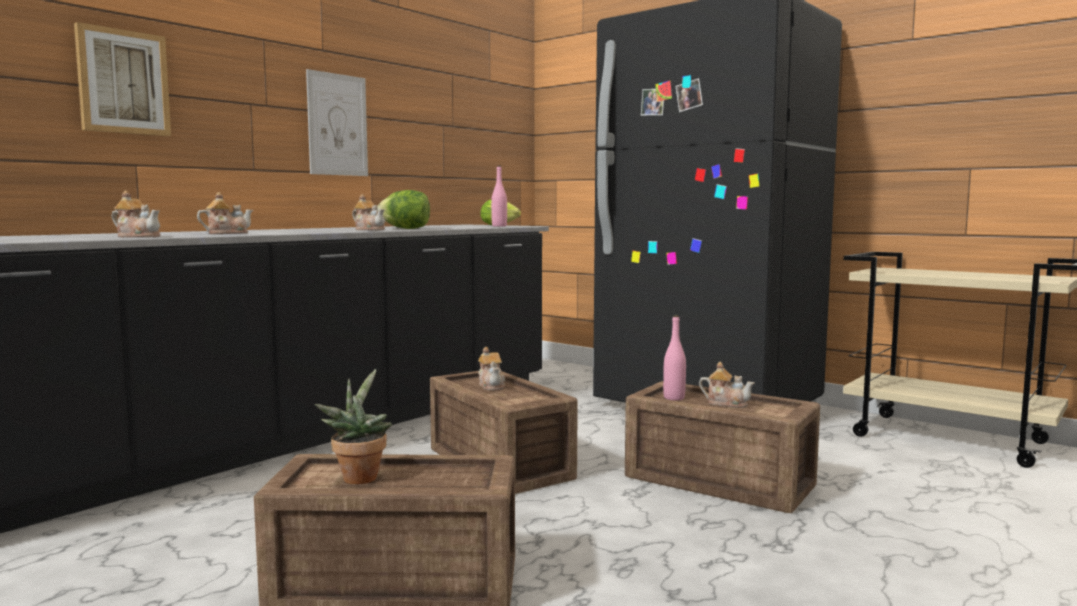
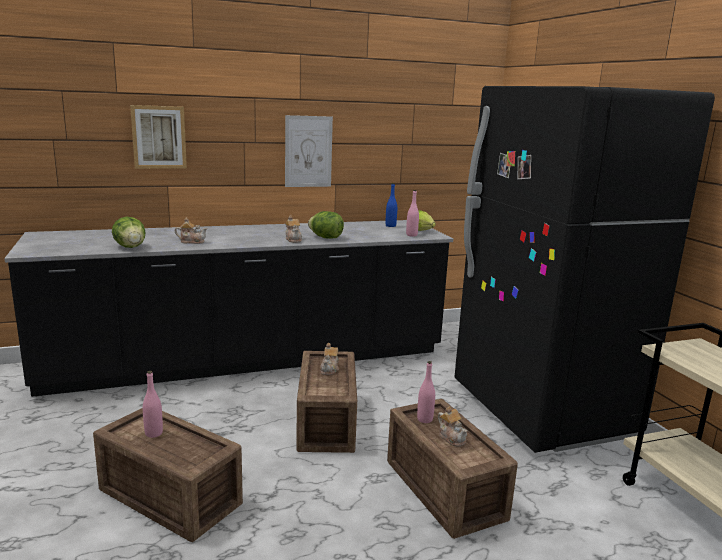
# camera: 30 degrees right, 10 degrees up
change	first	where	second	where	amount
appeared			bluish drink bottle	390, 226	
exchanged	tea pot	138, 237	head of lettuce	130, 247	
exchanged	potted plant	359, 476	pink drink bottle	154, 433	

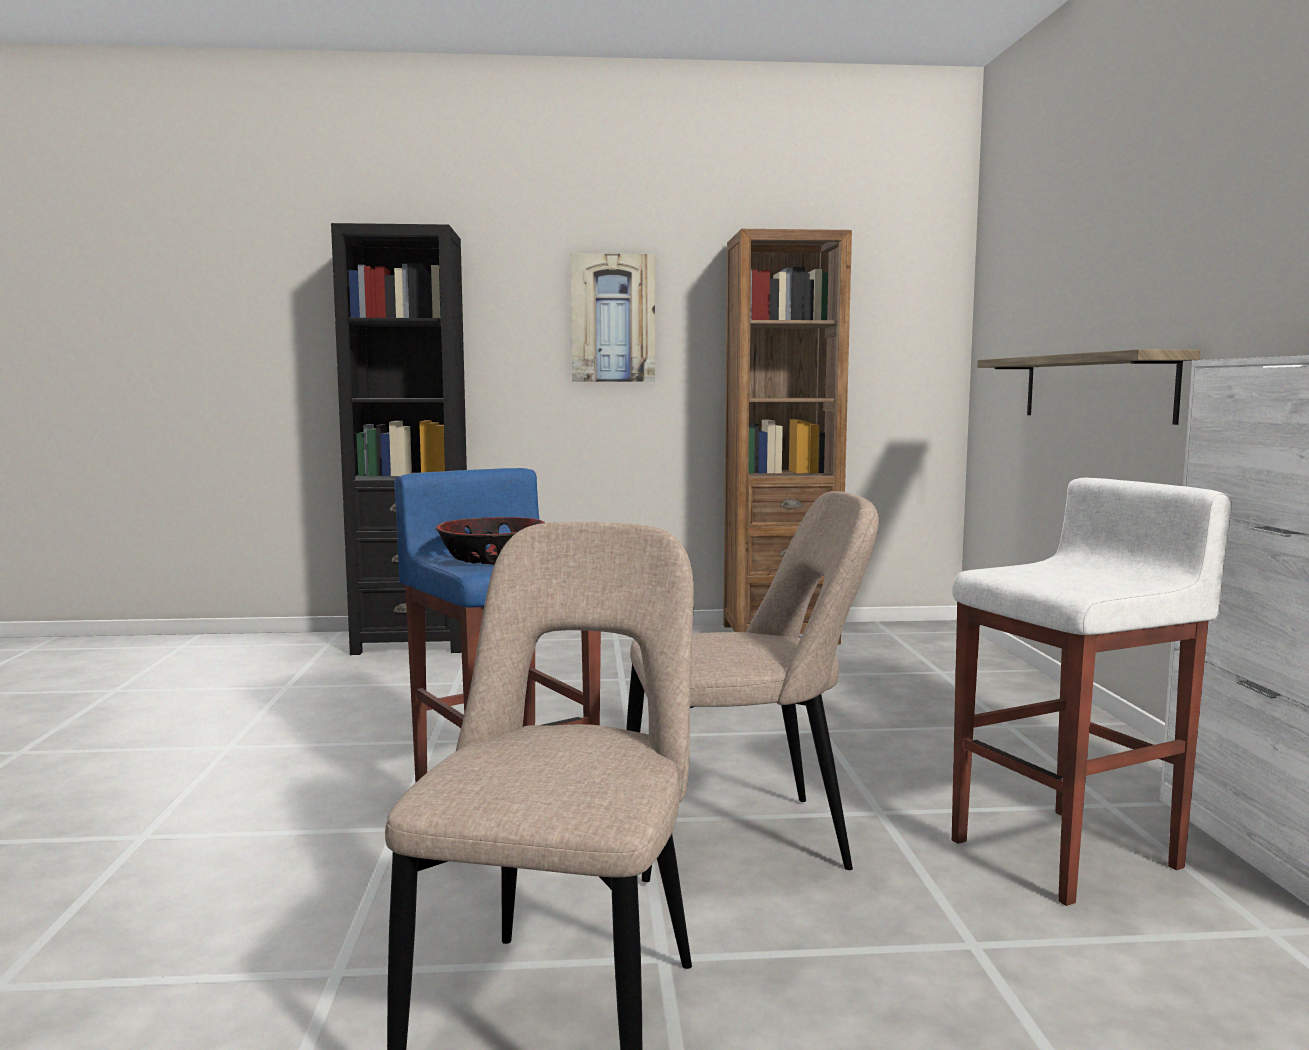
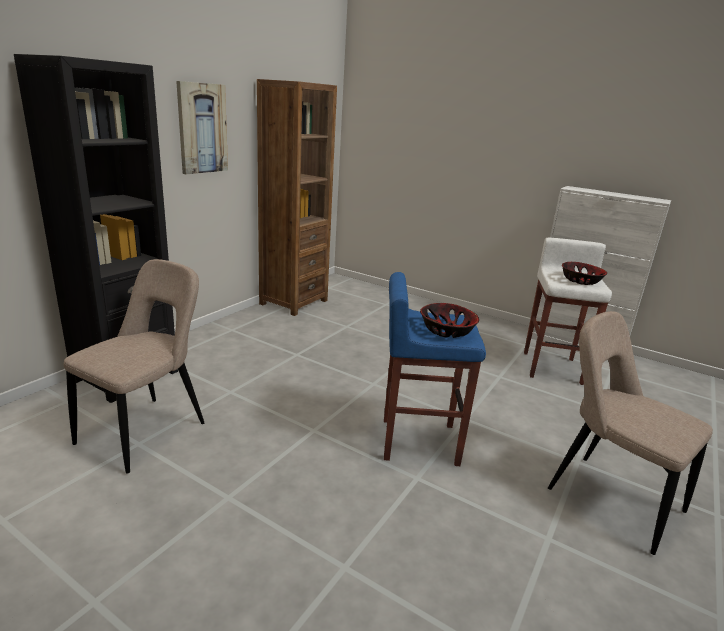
# camera: 55 degrees left, 15 degrees up
change	first	where	second	where	amount
missing	wall shelf	1094, 387			
appeared			deep dish	581, 281	
relocated	beige-coloured upright chair	743, 838		147, 430	

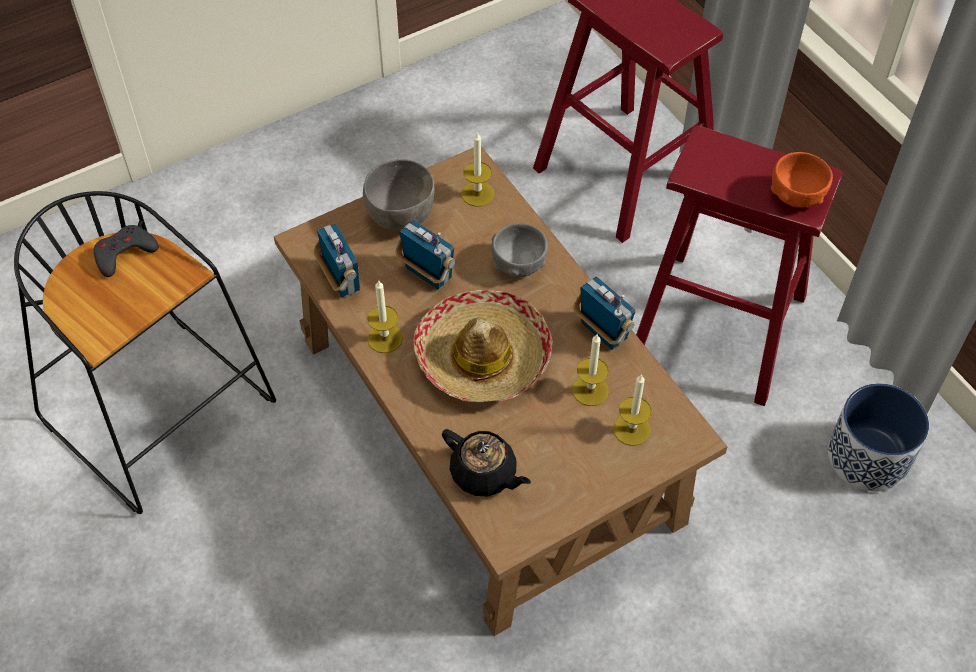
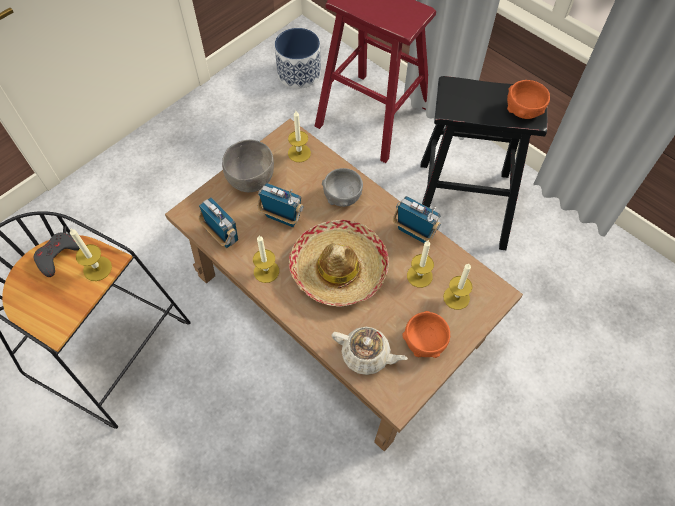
# camera: 15 degrees left, 5 degrees up
change	first	where	second	where	amount
appeared			candle	97, 268	
appeared			orangey deep dish	424, 342	
relocated	planter	868, 456		299, 73	
colour	blackish tea pot	484, 474	beige-coloured tea pot	367, 355	
colour	red stool seat	719, 326	blackish stool seat	461, 204	

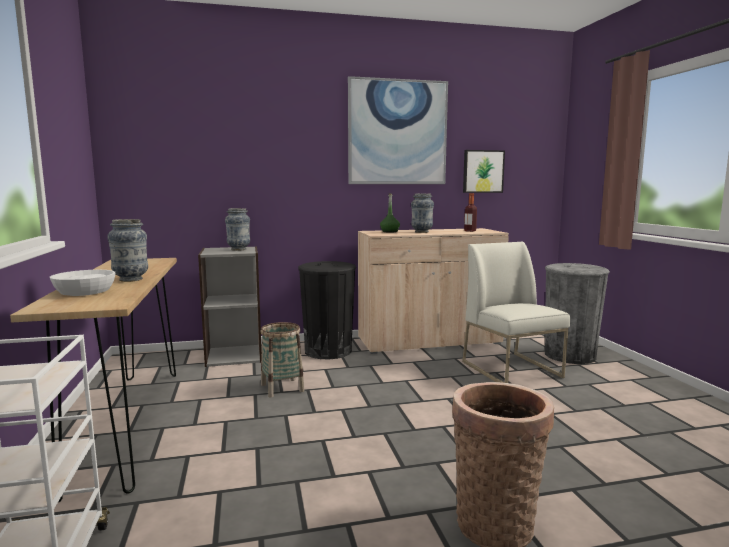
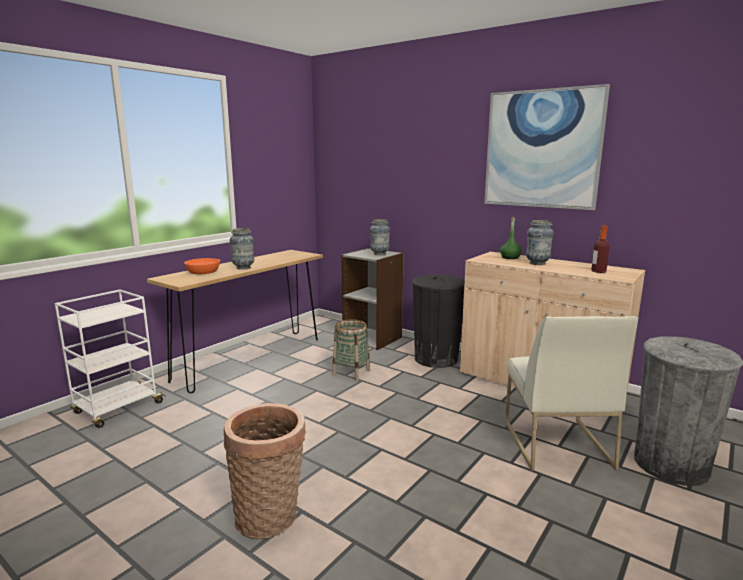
# camera: 50 degrees right, 5 degrees up
change	first	where	second	where	amount
missing	picture	482, 171			
colour	white-coloured deep dish	84, 292	orangey deep dish	202, 272	
spun	white-coloured upright chair	512, 369		555, 443	150 degrees clockwise

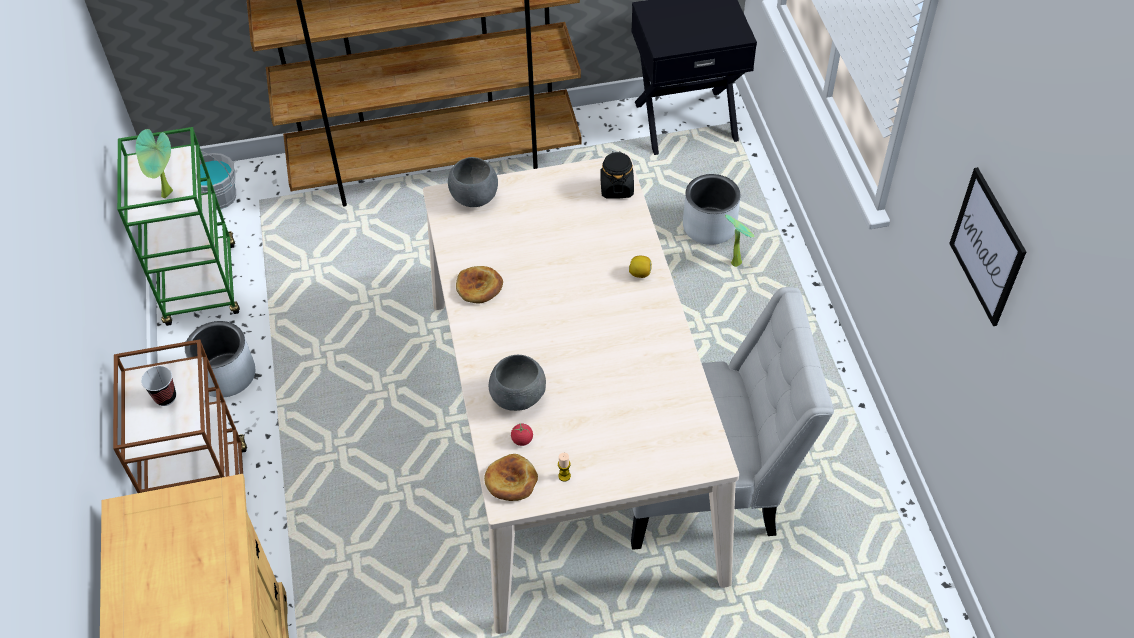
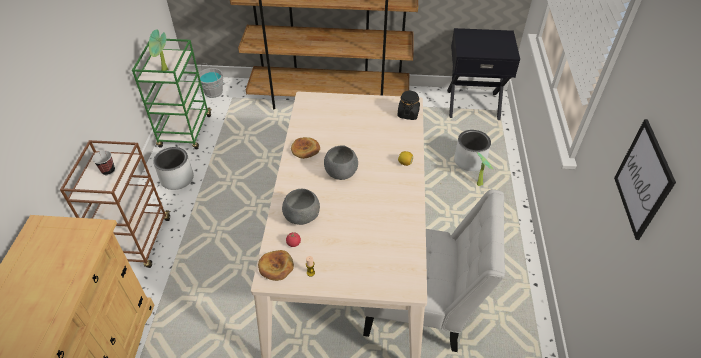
# camera: 15 degrees right, 5 degrees down
change	first	where	second	where	amount
relocated	gray deep dish	475, 197		341, 173	

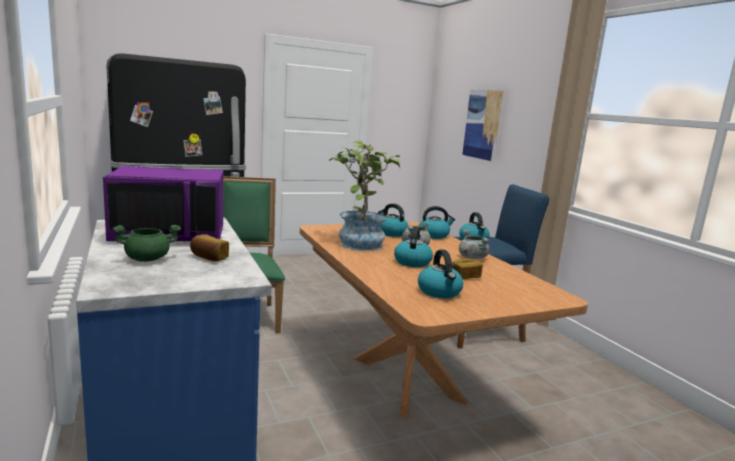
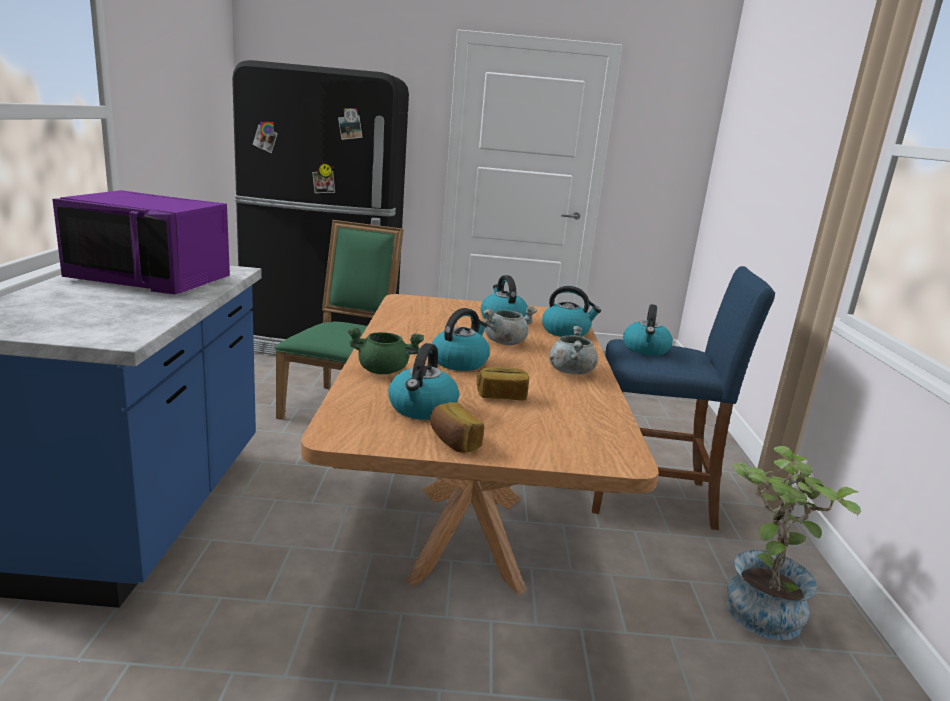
# camera: 25 degrees right, 5 degrees up
change	first	where	second	where	amount
missing	picture	482, 124			
relocated	green cooking pot	148, 259		384, 370	
relocated	bread	208, 257		453, 441	
relocated	potted plant	360, 242		762, 606	

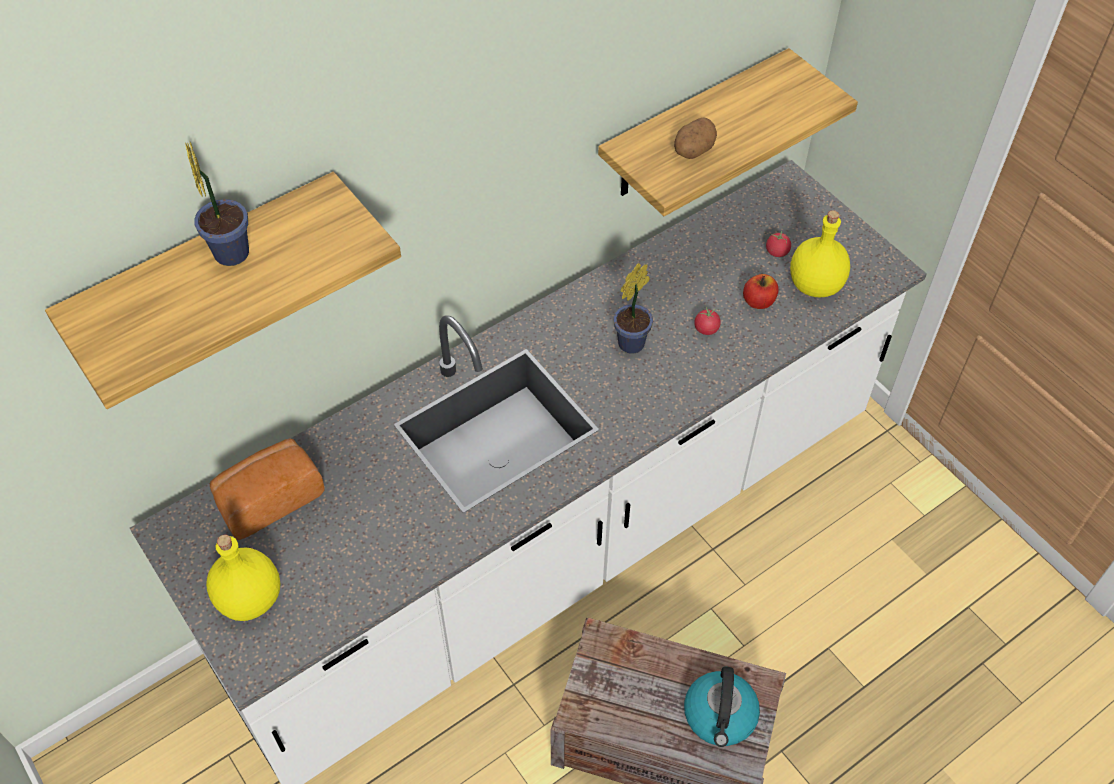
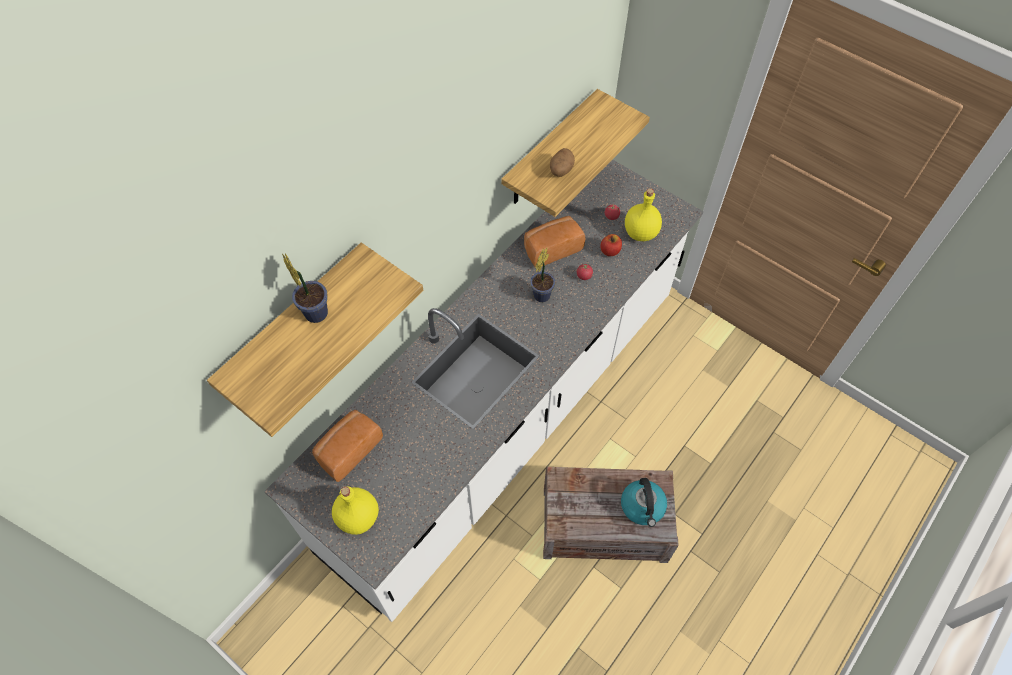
# camera: 15 degrees left, 5 degrees up
change	first	where	second	where	amount
appeared			bread	551, 248	

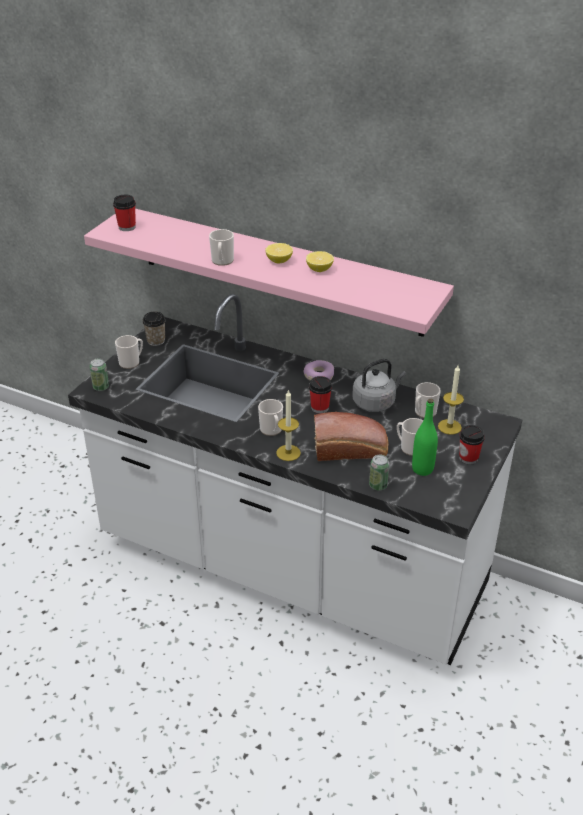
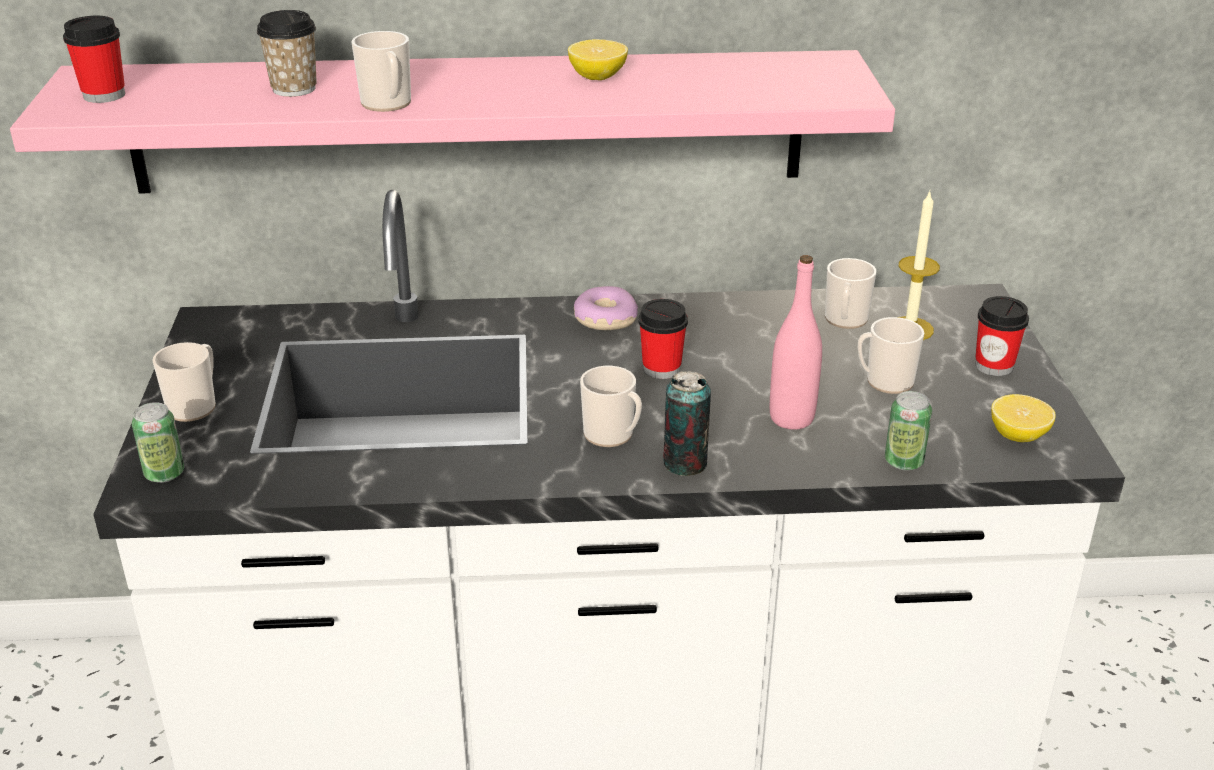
# camera: 30 degrees left, 5 degrees down
change	first	where	second	where	amount
missing	gray tea kettle	375, 402			
missing	green drink bottle	422, 469			
relocated	drinking cup	156, 341		294, 89	
relocated	citrus fruit	279, 261		1018, 435	
exchanged	candle	288, 453	metal can	685, 463	
exchanged	bread	351, 449	pink drink bottle	791, 418	

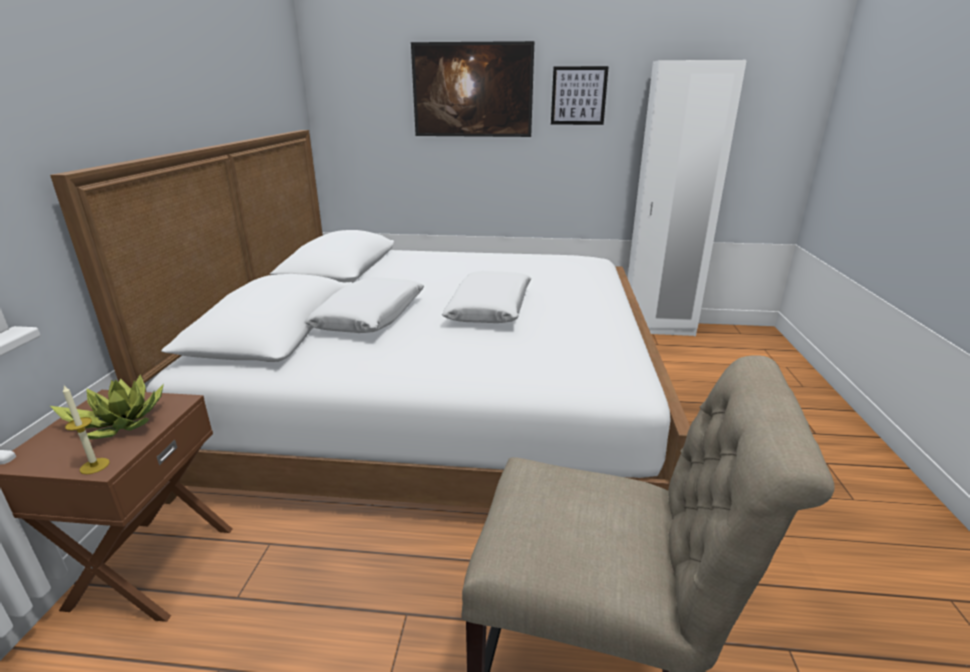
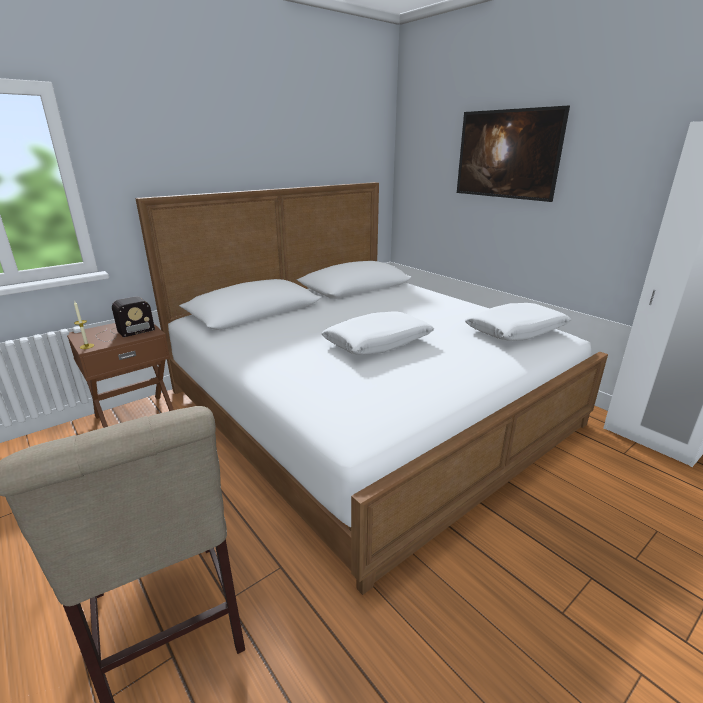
# camera: 45 degrees right, 0 degrees up
change	first	where	second	where	amount
missing	picture	578, 96			
relocated	white-coloured throw pillow	370, 317		516, 331	
exchanged	potted plant	119, 422	radio receiver	123, 332	

